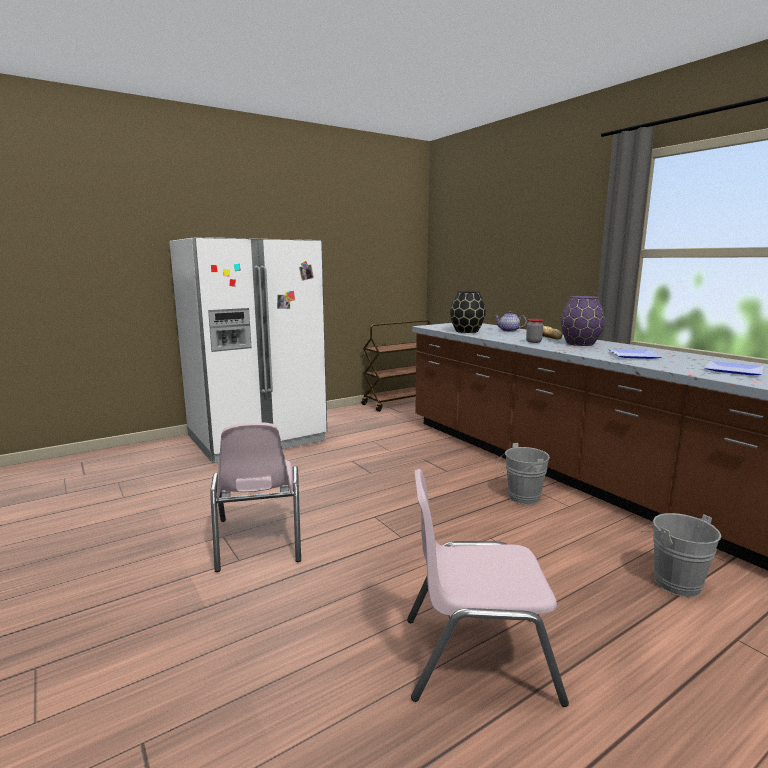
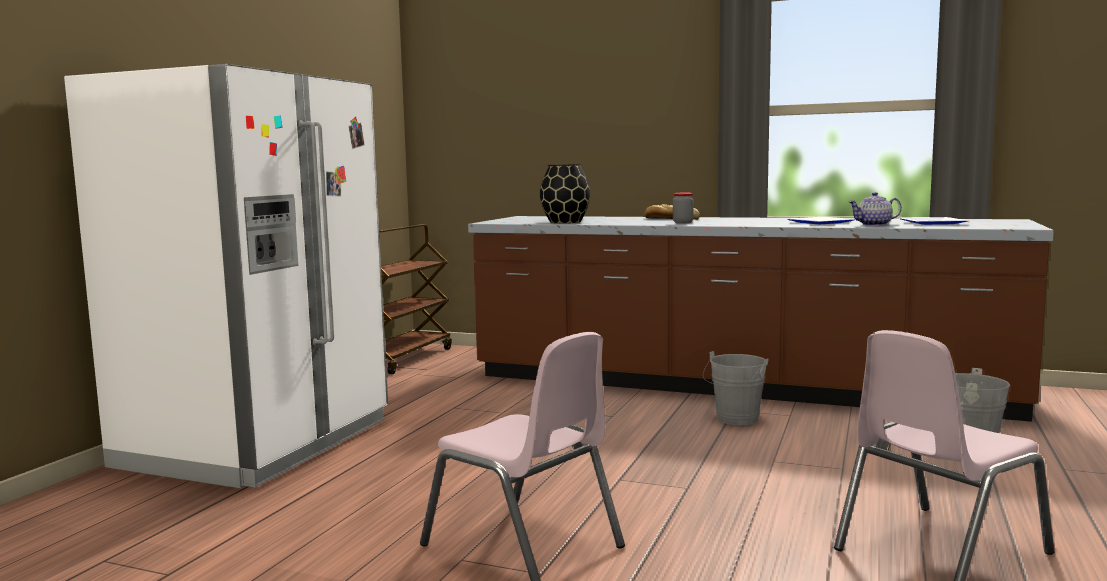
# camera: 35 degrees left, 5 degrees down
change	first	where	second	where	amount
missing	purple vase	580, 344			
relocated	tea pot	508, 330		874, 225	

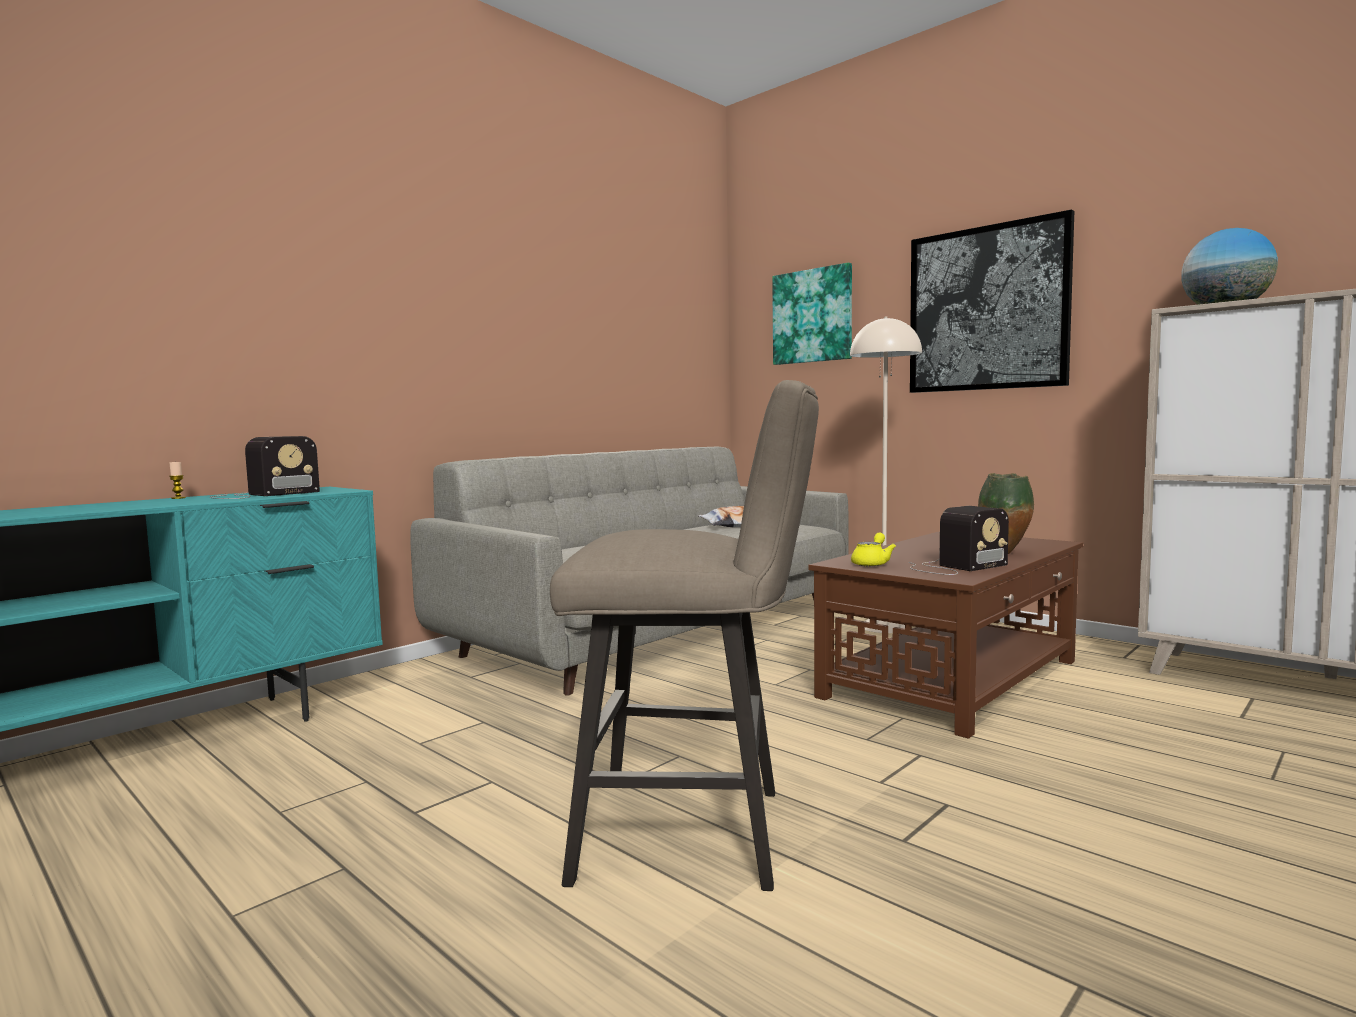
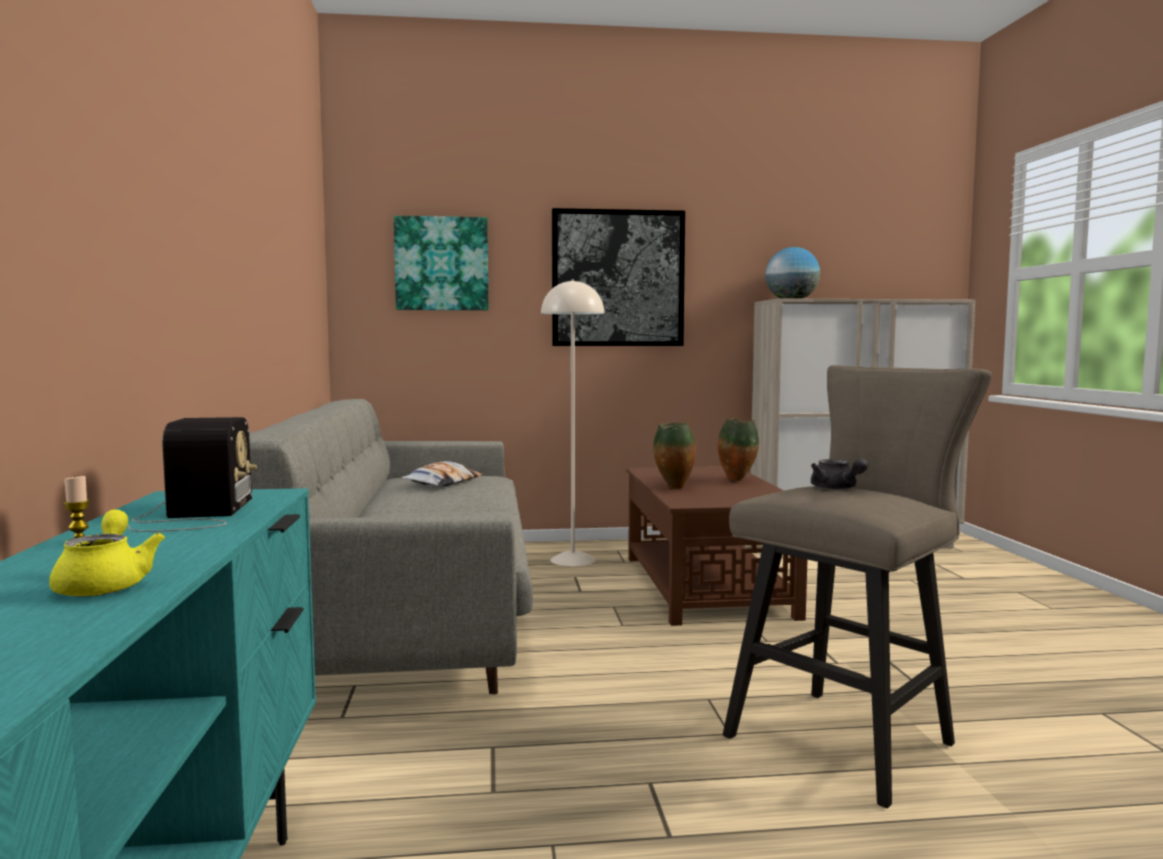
# camera: 50 degrees left, 0 degrees up
change	first	where	second	where	amount
missing	radio receiver	955, 567			
appeared			vase	673, 488	
appeared			gray tea pot	836, 489	
relocated	yellow-coloured tea pot	872, 563		106, 584	

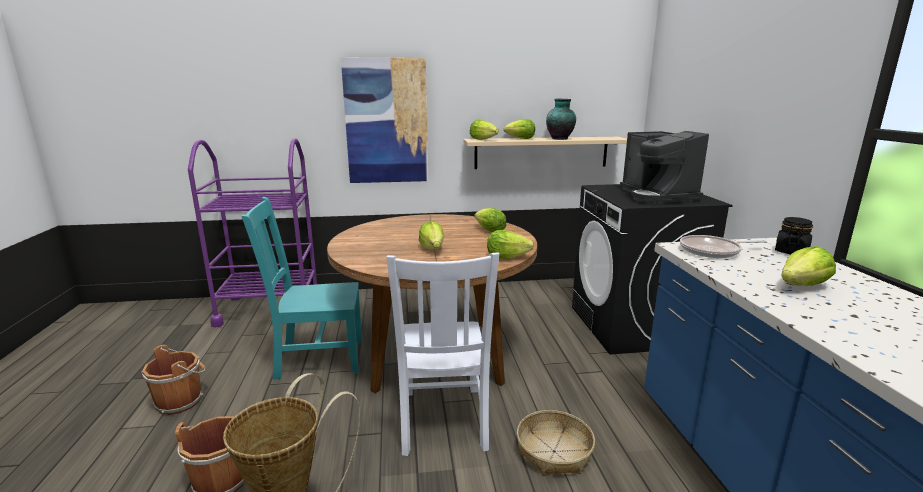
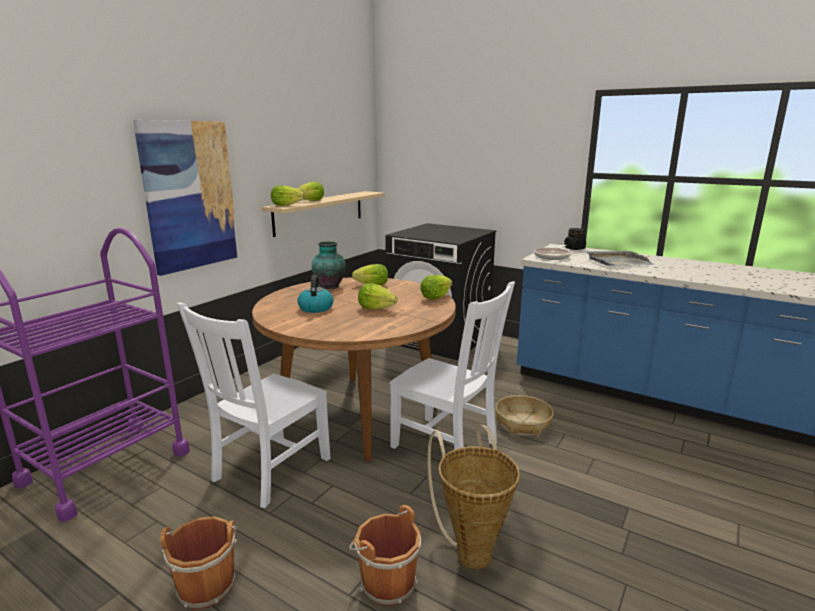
# camera: 50 degrees left, 0 degrees up
change	first	where	second	where	amount
missing	coffee brewer	657, 196			
appeared			tea kettle	315, 308	
relocated	vase	560, 138		329, 286	
exchanged	head of lettuce	802, 286	gray carrying tray	617, 261	
colour	turquoise-coloured upright chair	316, 358	white-coloured upright chair	269, 471	

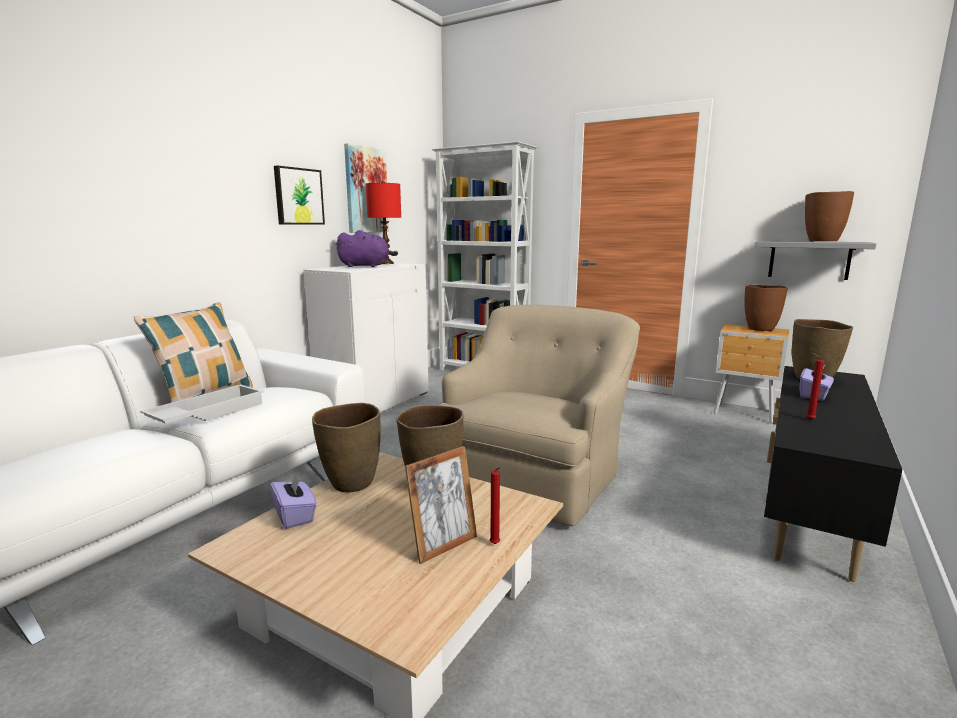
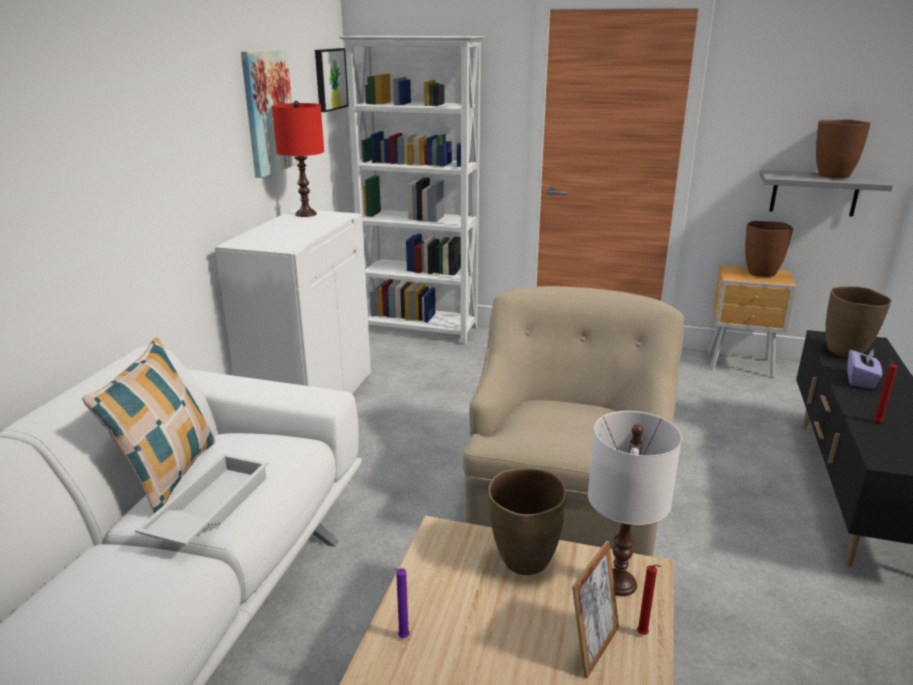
# camera: 15 degrees left, 10 degrees up
change	first	where	second	where	amount
missing	brownish vase	351, 484			
missing	purple cuddly toy	366, 266			
appeared			white-coloured lamp for a table	618, 583	
relocated	picture	298, 196		329, 79	
exchanged	purple box of tissues	295, 516	purple candle	402, 638	

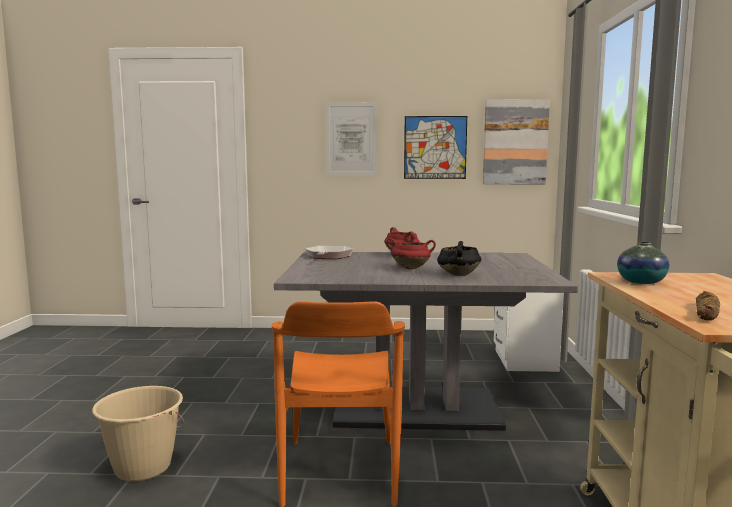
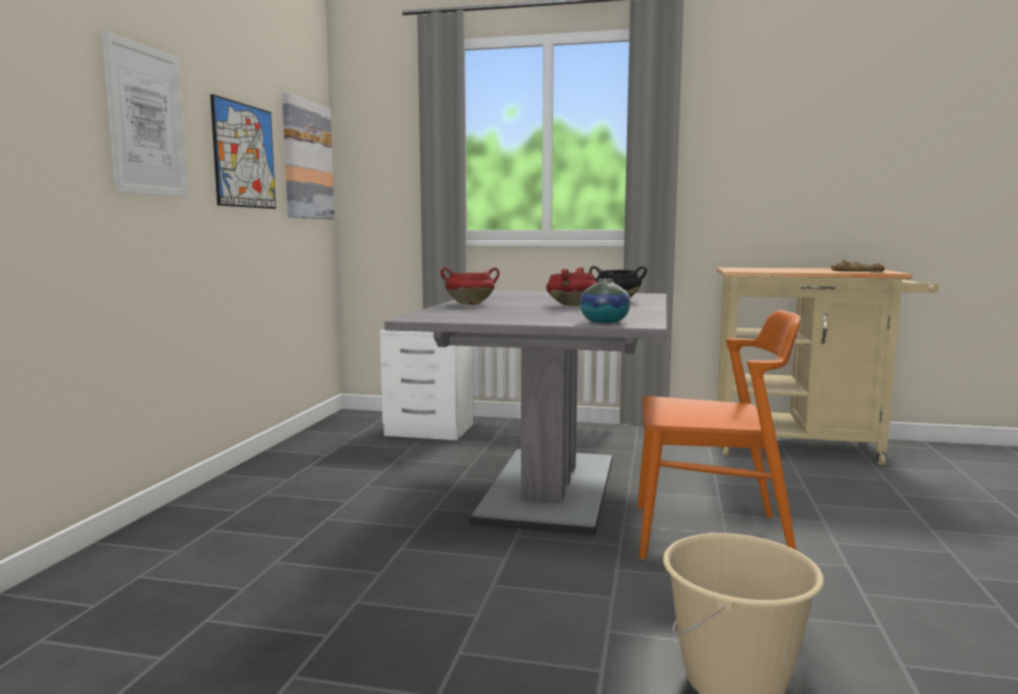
# camera: 80 degrees left, 0 degrees up
change	first	where	second	where	amount
missing	skillet	328, 256			
relocated	vase	641, 282		604, 322	

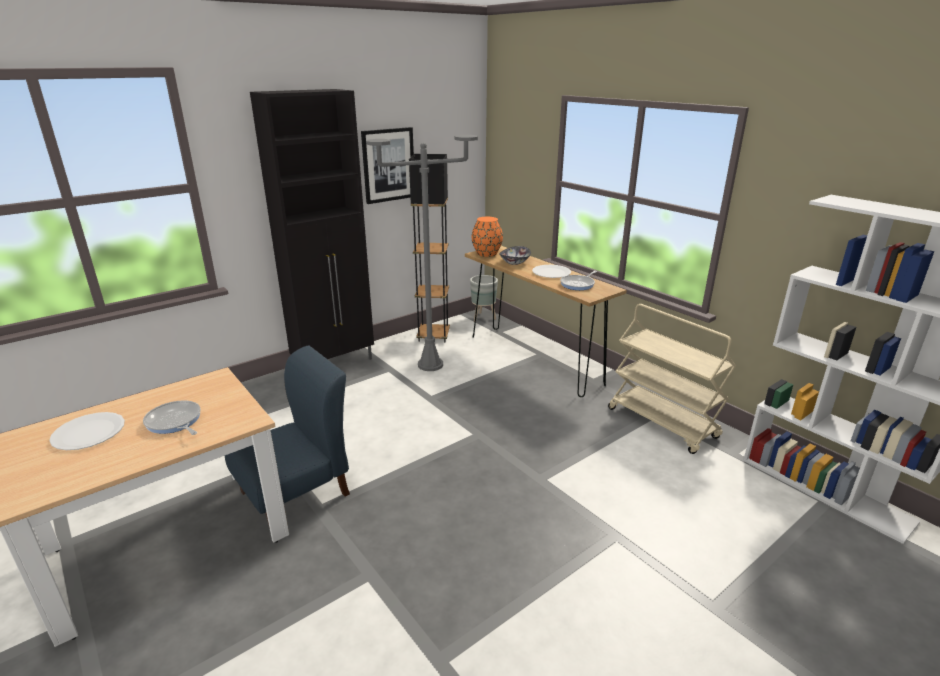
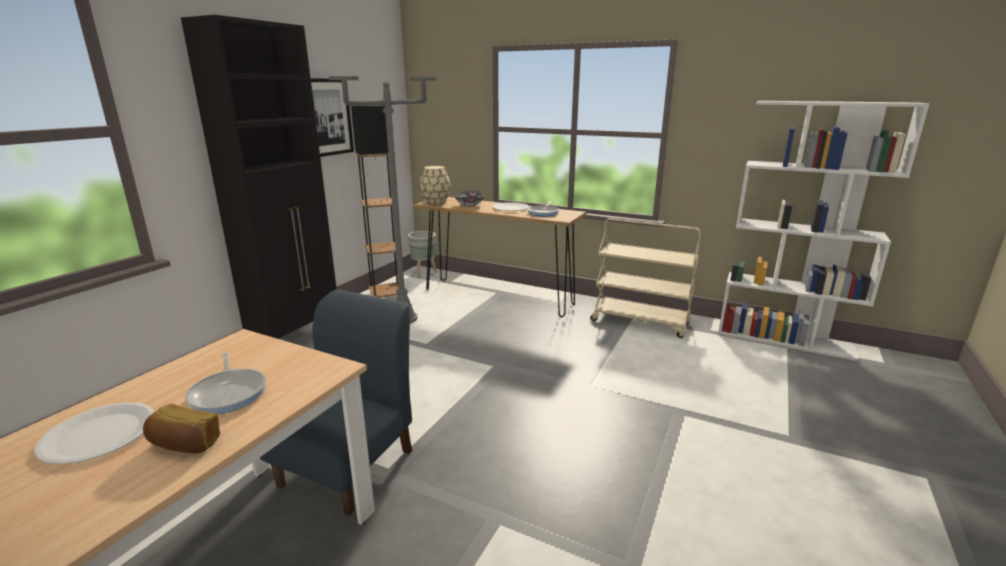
# camera: 25 degrees left, 5 degrees down
change	first	where	second	where	amount
appeared			bread	185, 444	
colour	orangey vase	486, 254	beige-coloured vase	435, 202	
spun	skillet	174, 422		229, 393	135 degrees counterclockwise

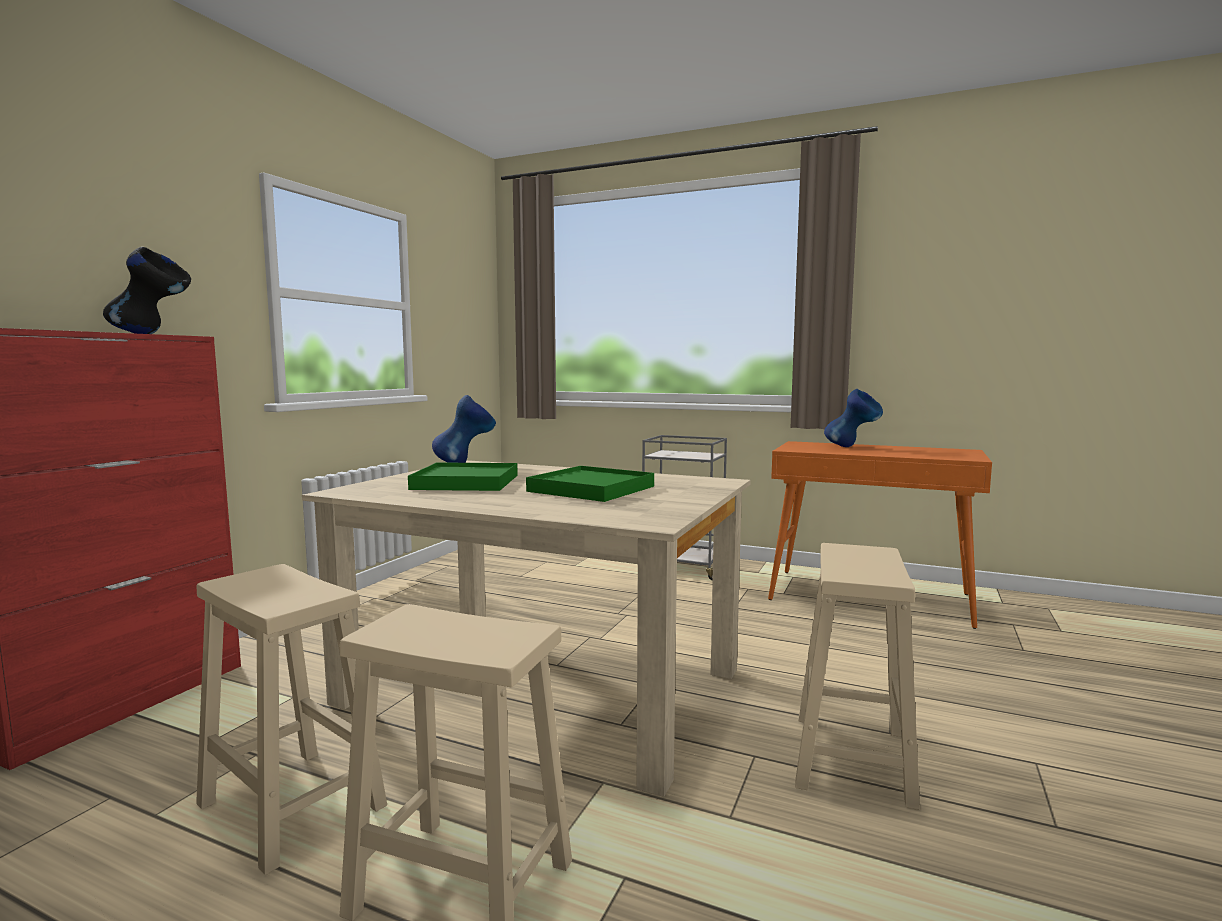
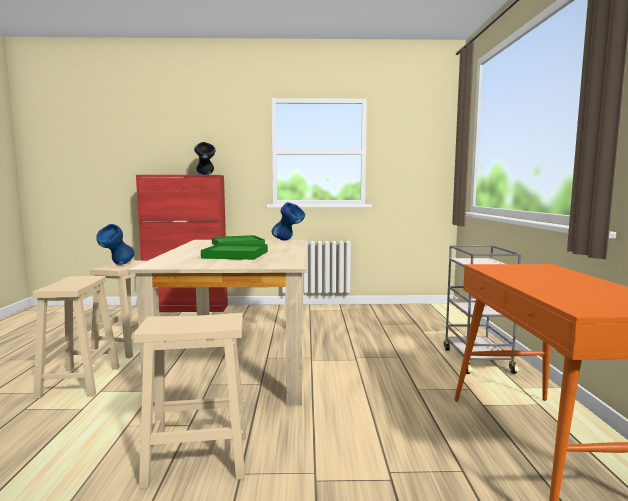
# camera: 65 degrees right, 0 degrees up
change	first	where	second	where	amount
relocated	bluish vase	852, 447		117, 265	

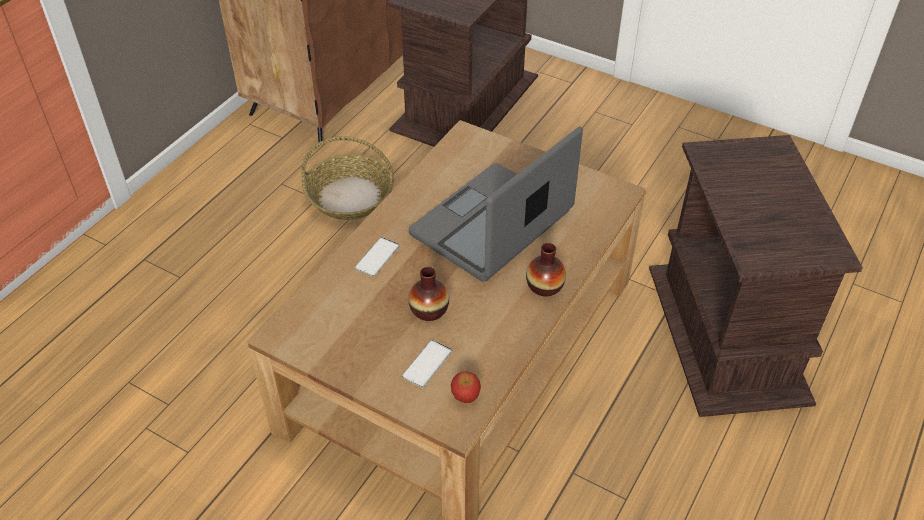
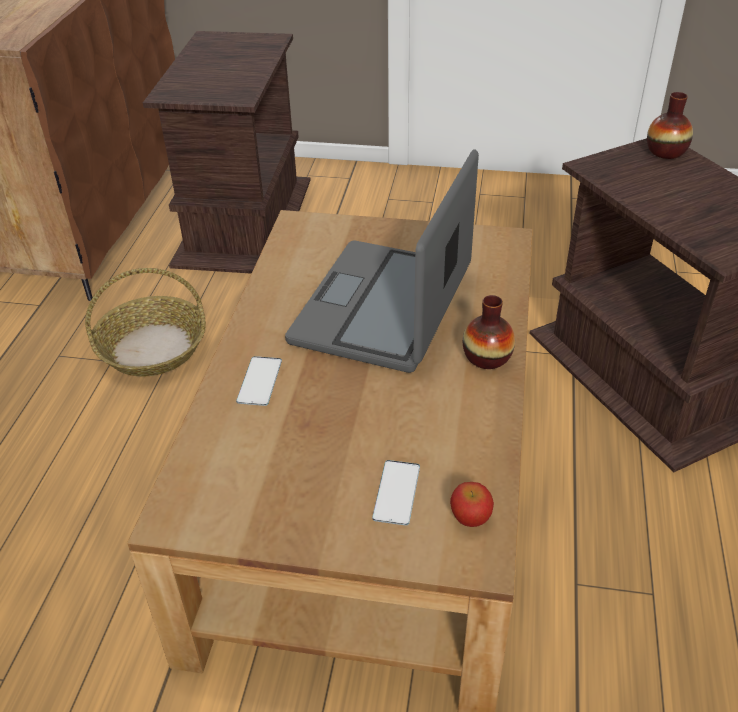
# camera: 20 degrees left, 5 degrees down
change	first	where	second	where	amount
relocated	vase	429, 310		666, 152	

